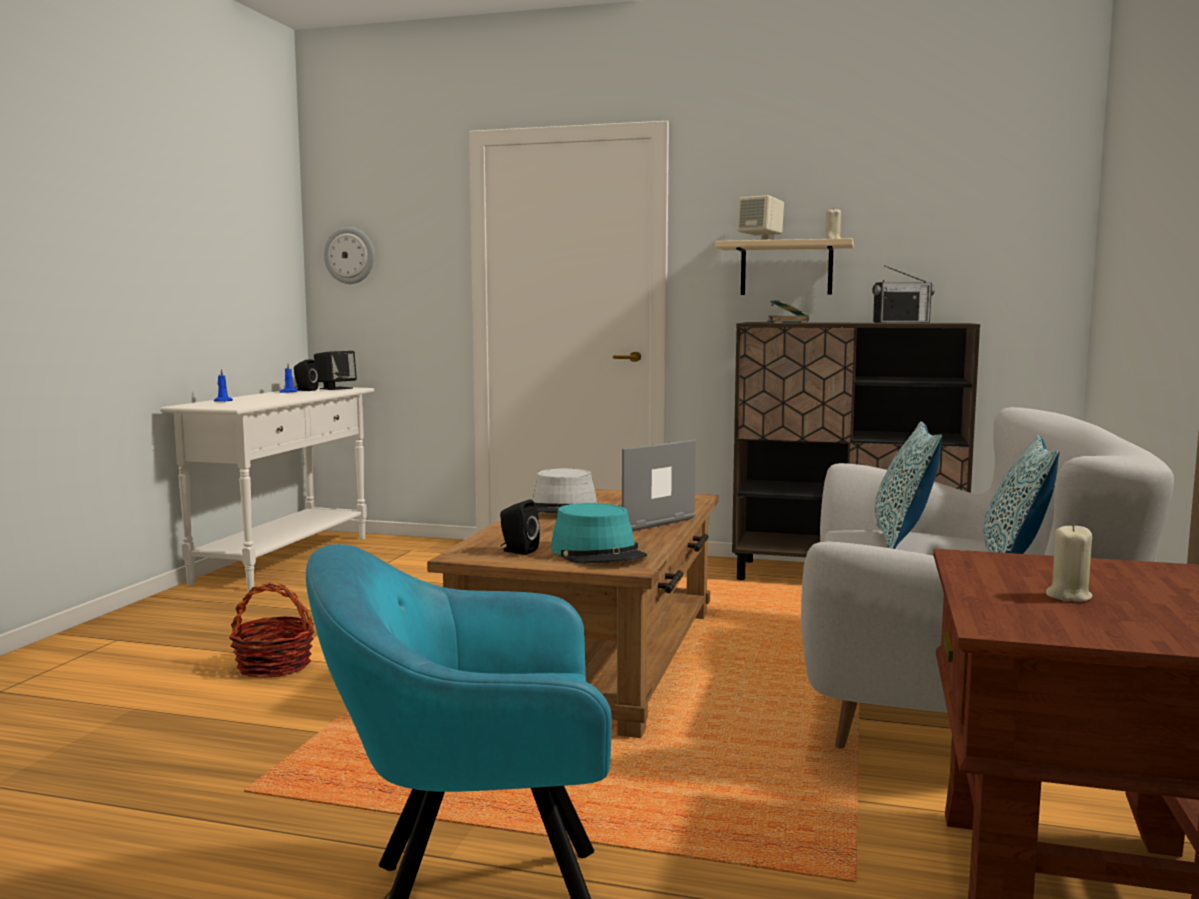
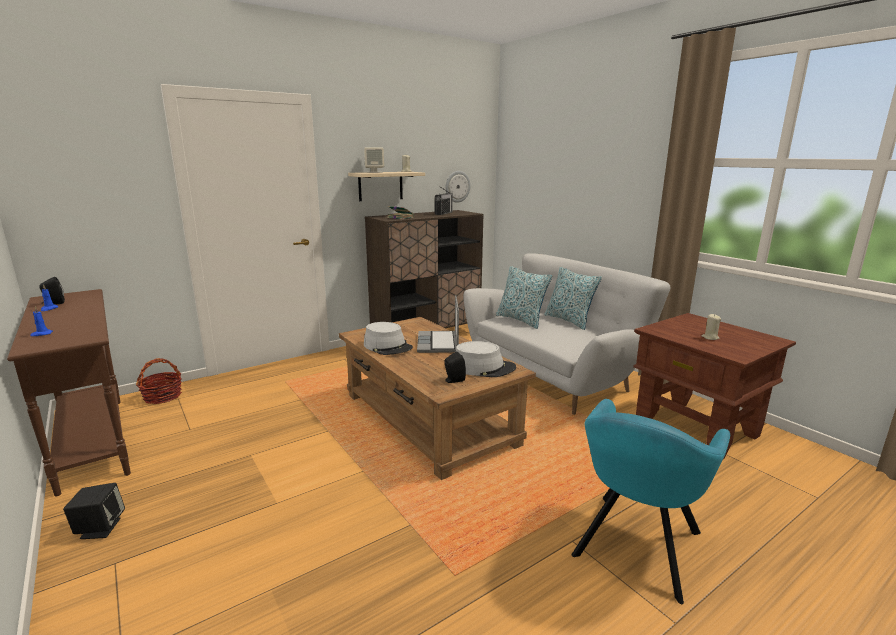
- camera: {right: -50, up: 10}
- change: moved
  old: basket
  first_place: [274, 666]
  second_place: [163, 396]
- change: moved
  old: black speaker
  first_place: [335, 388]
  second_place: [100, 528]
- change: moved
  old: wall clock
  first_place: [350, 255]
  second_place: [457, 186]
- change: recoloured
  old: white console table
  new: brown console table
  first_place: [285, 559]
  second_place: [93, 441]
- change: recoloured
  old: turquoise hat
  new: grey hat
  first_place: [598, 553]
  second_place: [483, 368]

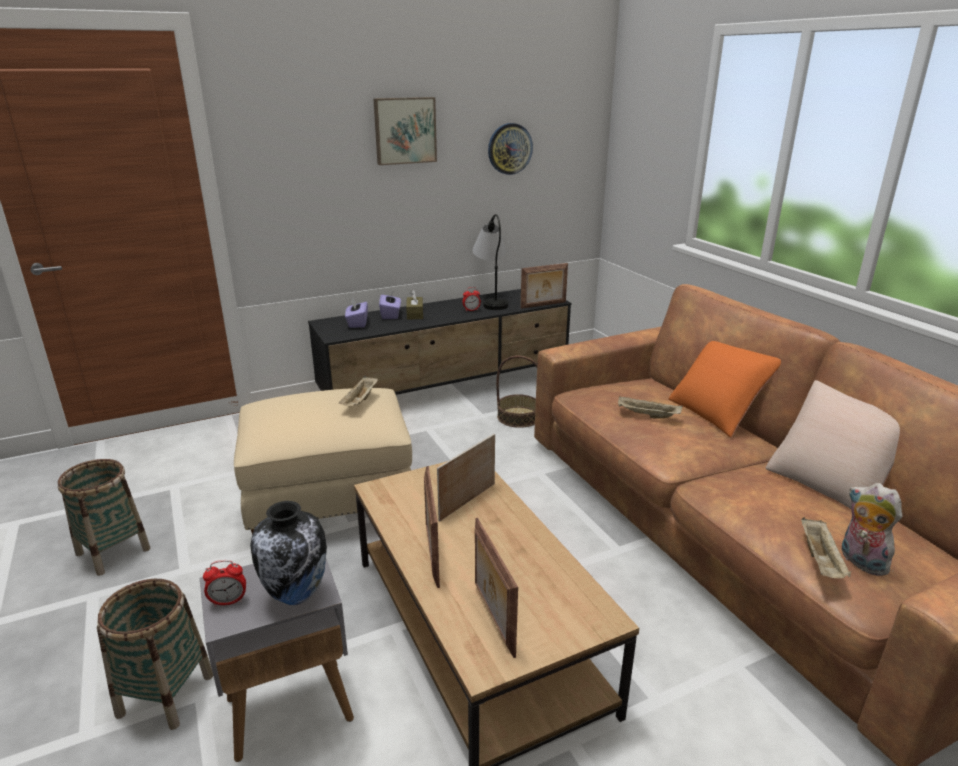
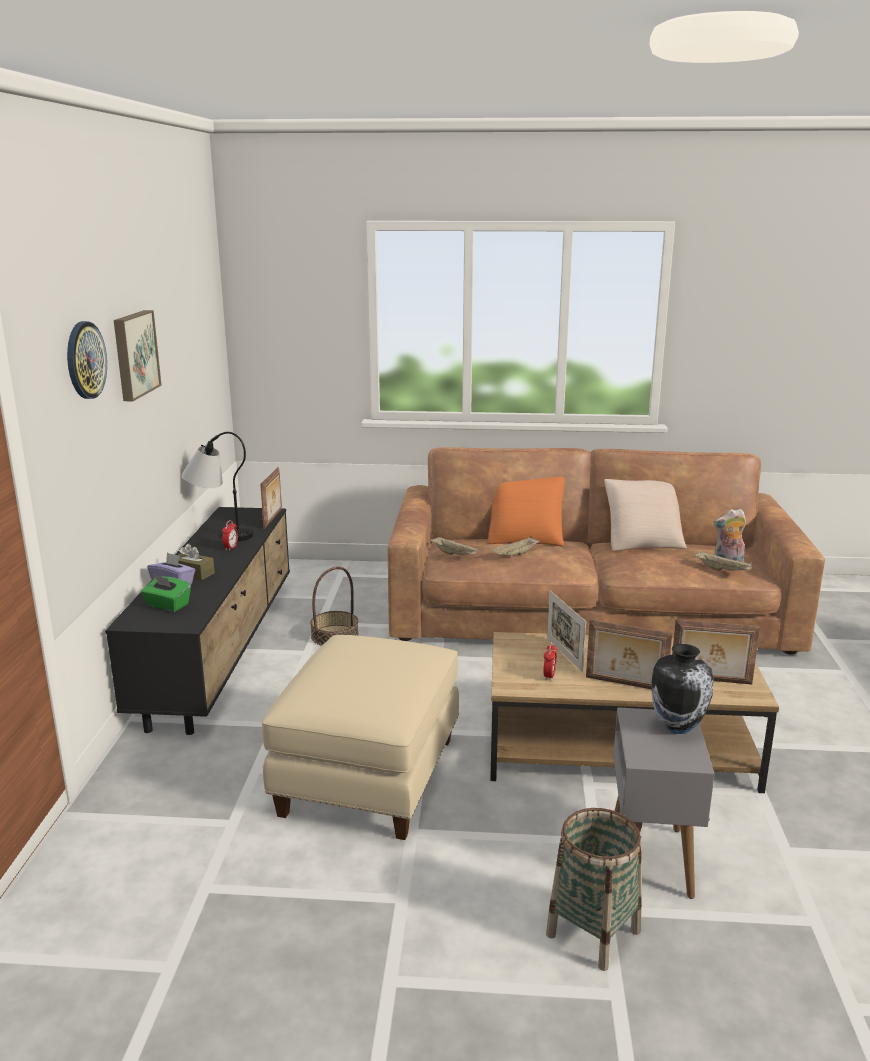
- camera: {right: -60, up: -5}
- change: removed
  old: basket
  first_place: [113, 551]
- change: moved
  old: alarm clock
  first_place: [228, 601]
  second_place: [549, 676]
- change: moved
  old: beige tray
  first_place: [360, 401]
  second_place: [455, 554]
- change: moved
  old: wall clock
  first_place: [509, 149]
  second_place: [85, 360]
- change: recoloured
  old: purple tissue box
  new: green tissue box
  first_place: [357, 323]
  second_place: [167, 605]

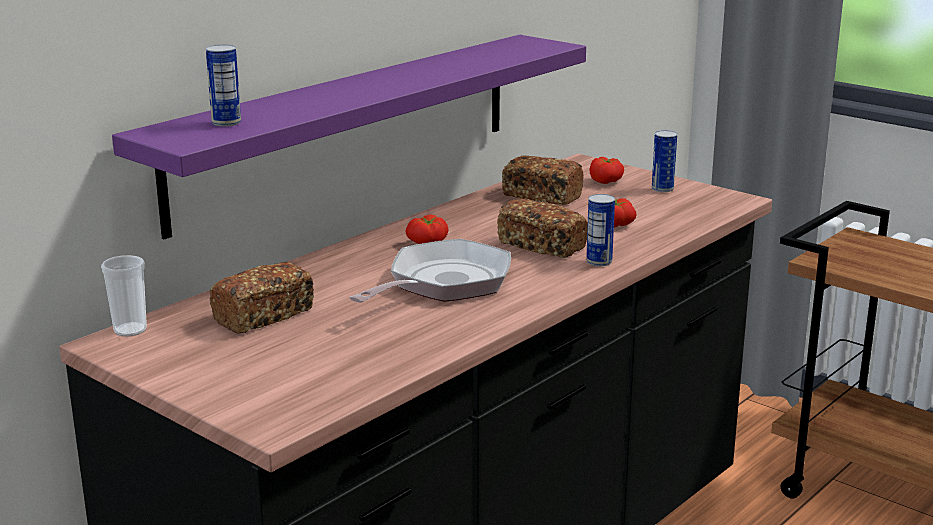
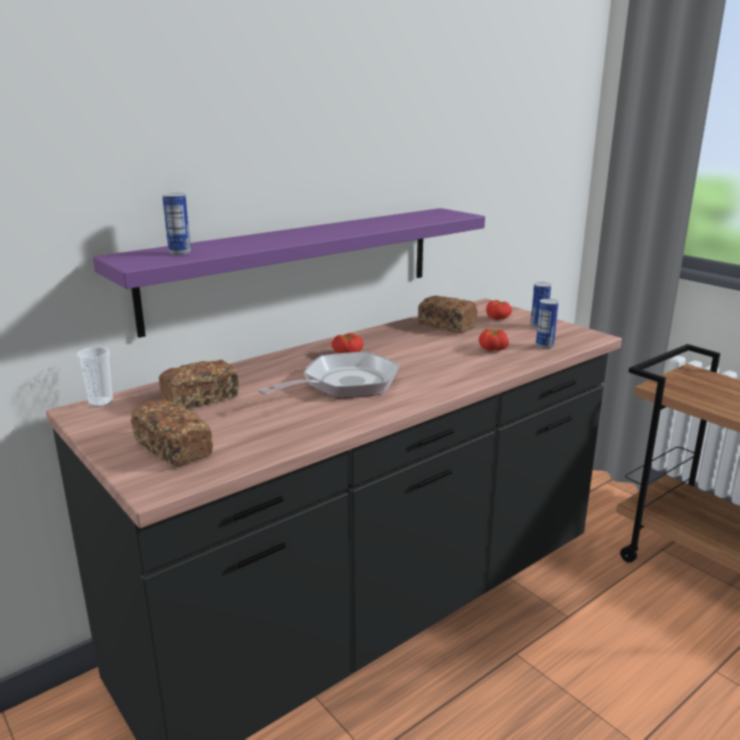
- camera: {right: 10, up: 0}
- change: moved
  old: bread
  first_place: [542, 245]
  second_place: [173, 449]
- change: moved
  old: can
  first_place: [599, 262]
  second_place: [544, 346]

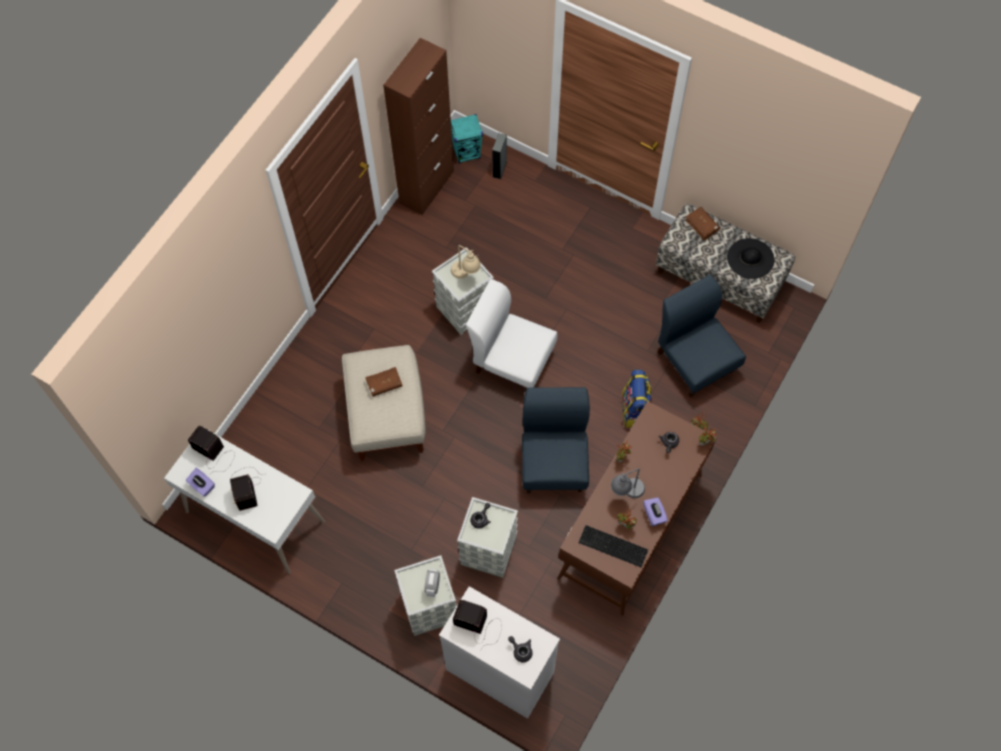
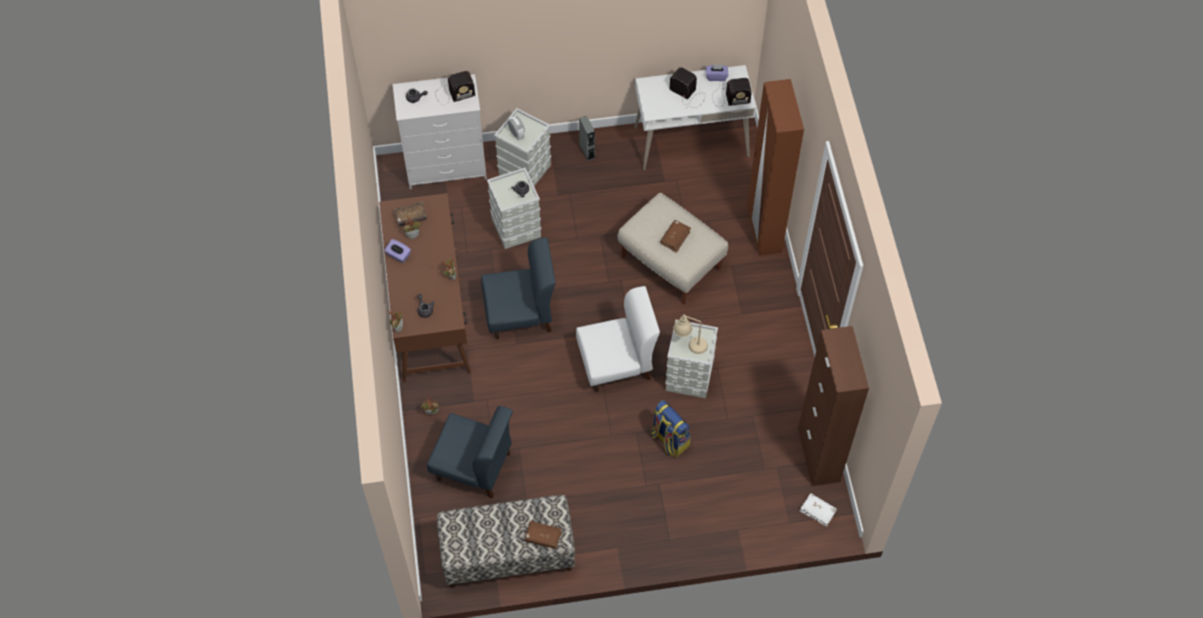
- camera: {right: 140, up: -5}
- change: removed
  old: grey table lamp
  first_place: [626, 493]
- change: removed
  old: black hat
  first_place: [750, 258]
- change: added
  new: brown wardrobe
  second_place: [763, 230]
- change: moved
  old: grey speaker
  first_place: [499, 169]
  second_place: [587, 151]
- change: moved
  old: backpack
  first_place: [635, 410]
  second_place: [669, 439]
- change: replaced
  old: turquoise speaker
  new: white book
  first_place: [467, 153]
  second_place: [818, 511]
- change: replaced
  old: keyboard
  new: brown book
  first_place: [613, 547]
  second_place: [410, 217]
- change: turned
  old: blue chair
  first_place: [554, 463]
  second_place: [520, 314]
  degrees: -60

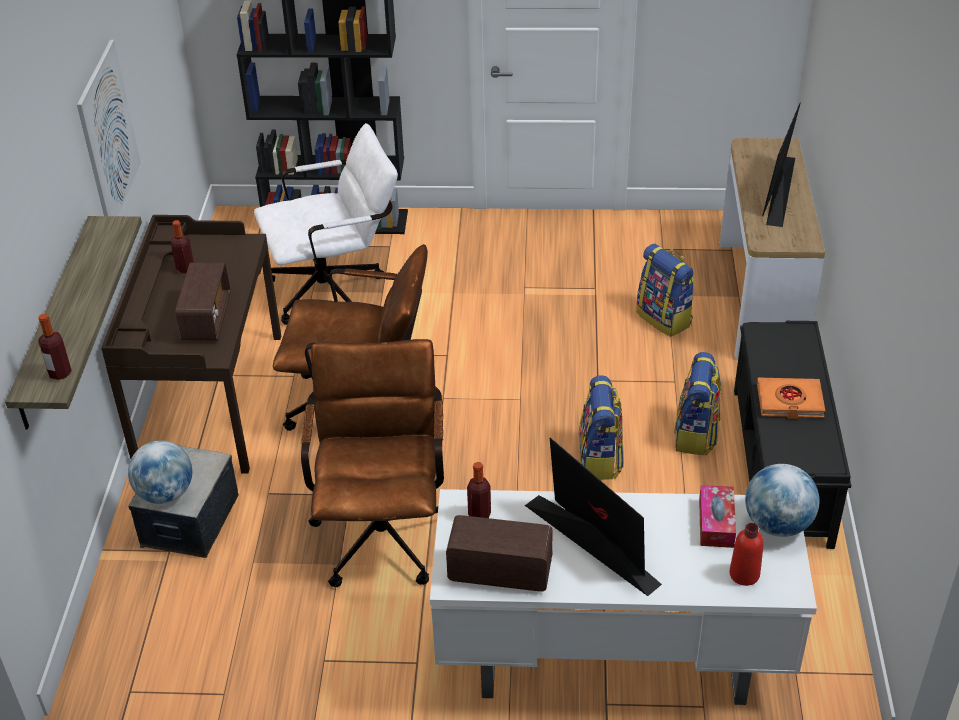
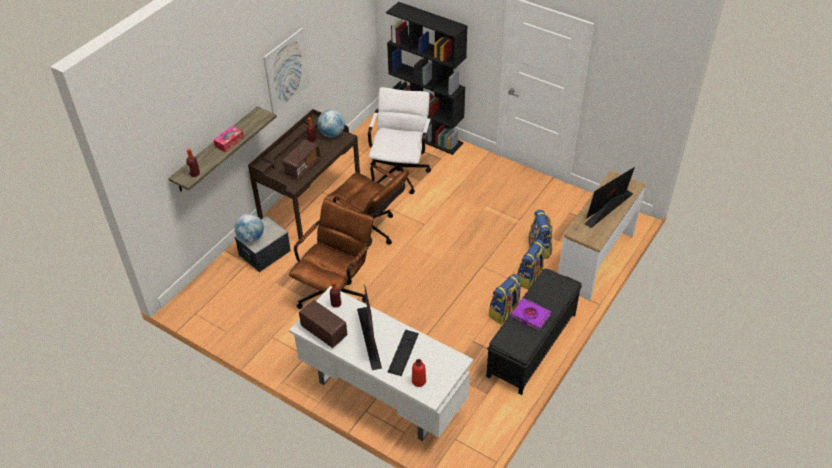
- camera: {right: 30, up: 5}
- change: added
  new: keyboard
  second_place: [403, 352]
- change: moved
  old: backpack
  first_place: [600, 459]
  second_place: [530, 278]
- change: moved
  old: tissue box
  first_place: [716, 523]
  second_place: [229, 142]
- change: moved
  old: globe
  first_place: [777, 524]
  second_place: [332, 134]
- change: recoloured
  old: orange book
  new: purple book
  first_place: [789, 402]
  second_place: [530, 316]
- change: turned
  old: white office chair
  first_place: [335, 289]
  second_place: [400, 171]
  degrees: -90

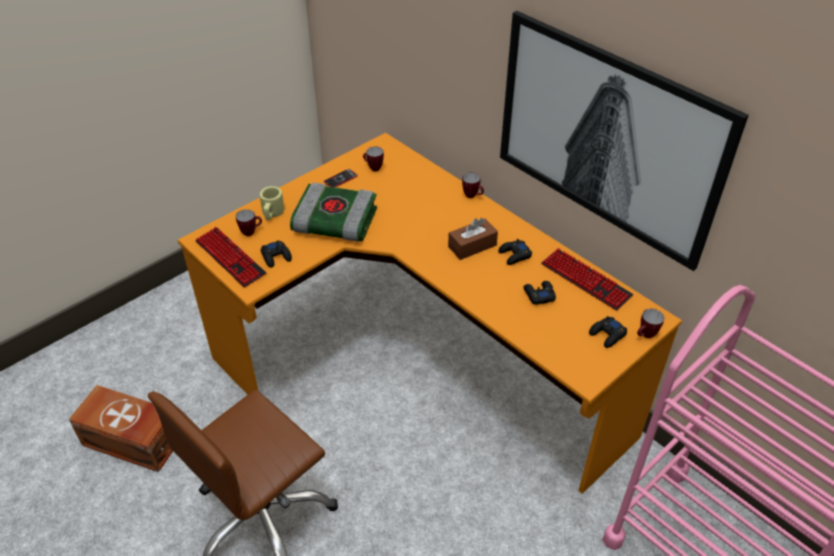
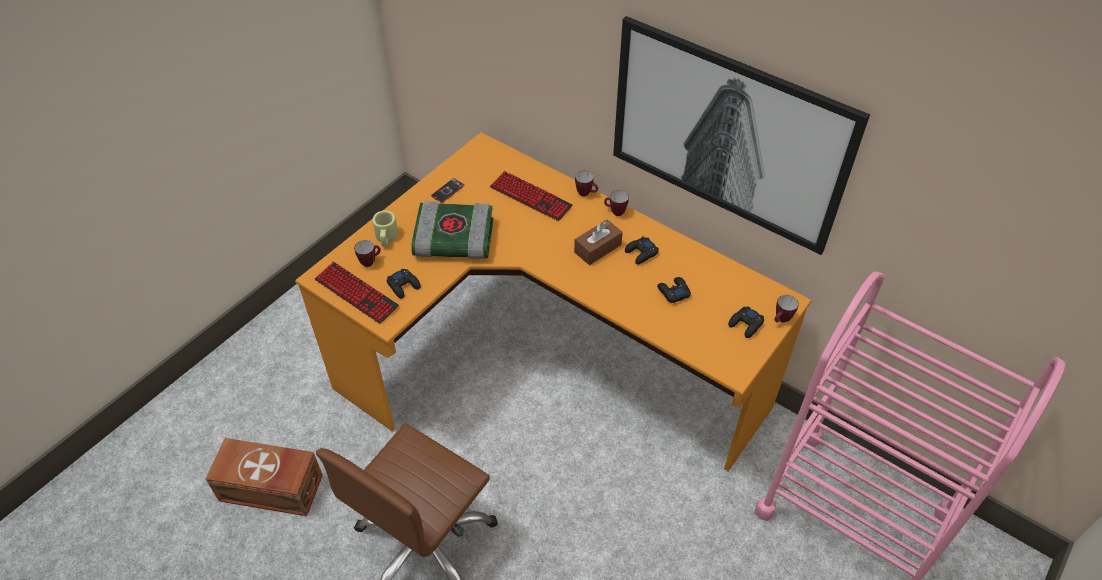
- camera: {right: -10, up: 5}
- change: moved
  old: mug
  first_place: [373, 168]
  second_place: [615, 212]
- change: moved
  old: keyboard
  first_place: [585, 280]
  second_place: [530, 197]

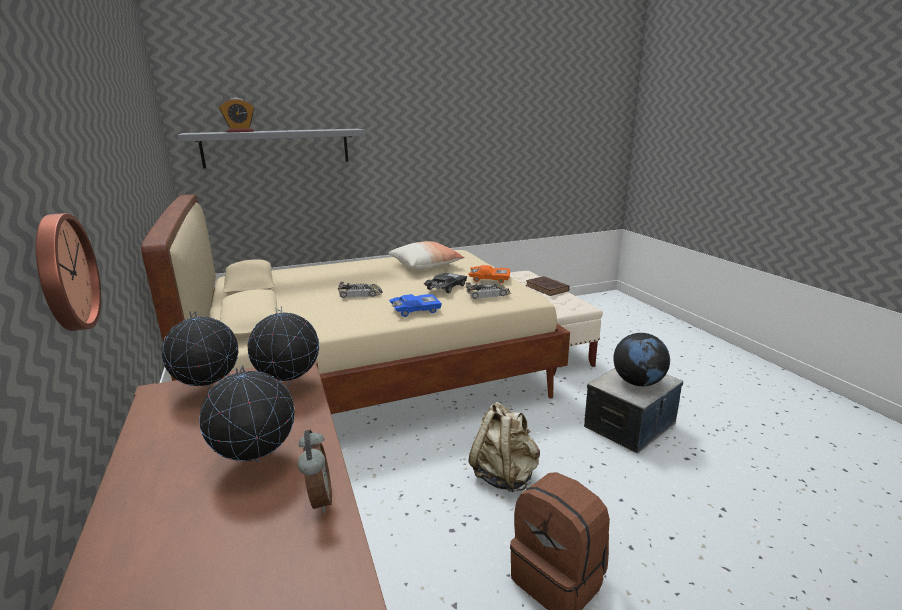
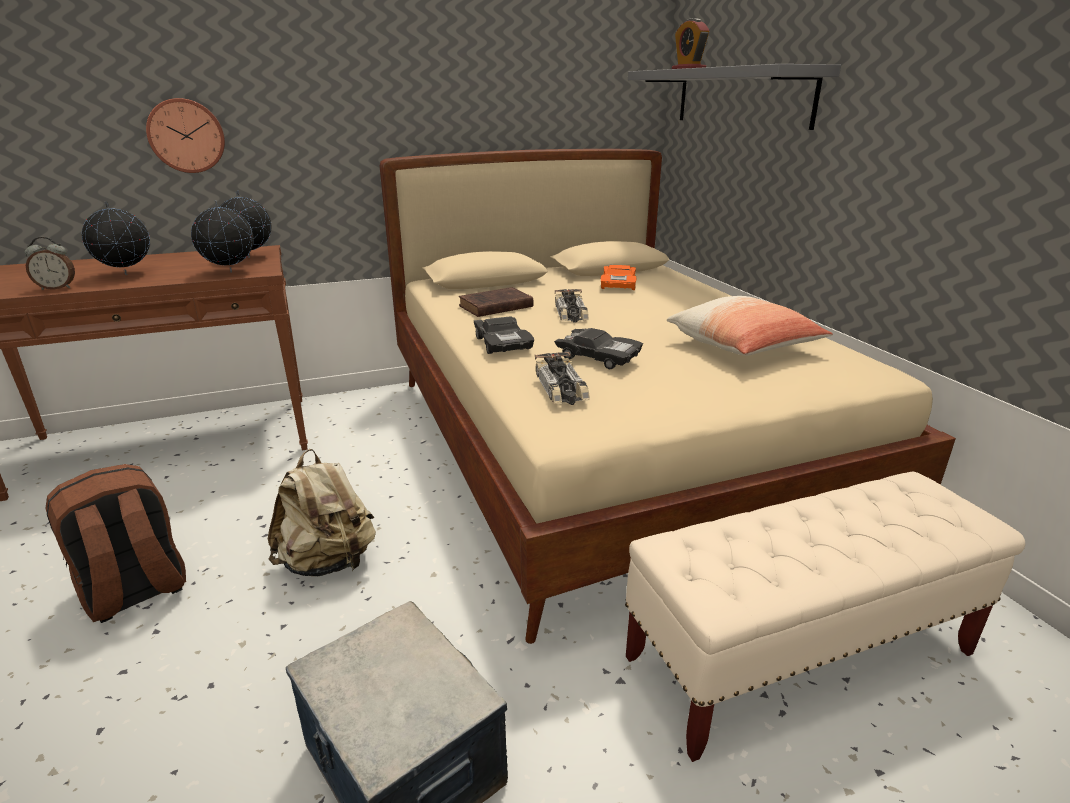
- camera: {right: 90, up: 5}
- change: removed
  old: globe
  first_place: [638, 382]
- change: moved
  old: orange toy car
  first_place: [489, 279]
  second_place: [618, 284]
- change: moved
  old: brown book
  first_place: [547, 289]
  second_place: [494, 307]
- change: recoloured
  old: blue toy car
  new: black toy car
  first_place: [415, 310]
  second_place: [502, 343]

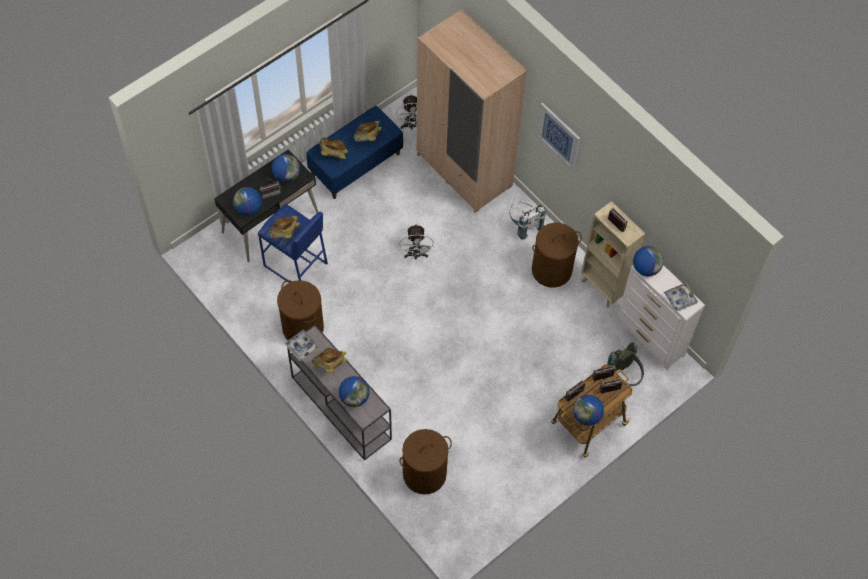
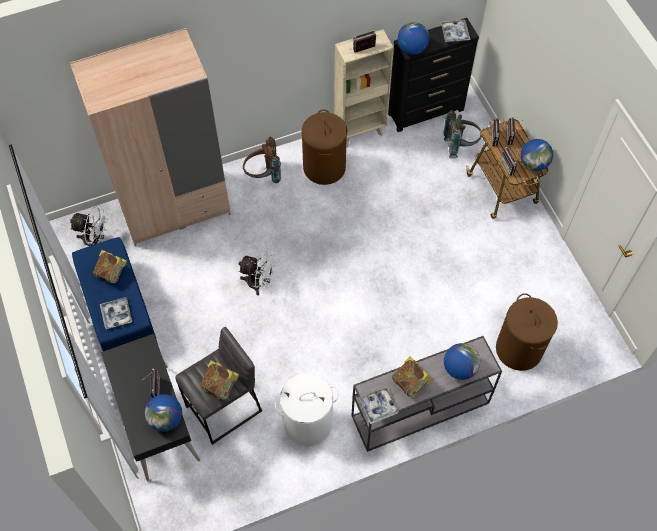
- camera: {right: -70, up: 0}
- change: removed
  old: globe
  first_place: [287, 175]
- change: removed
  old: picture
  first_place: [558, 136]
- change: replaced
  old: book
  new: tray
  first_place: [333, 154]
  second_place: [116, 314]
- change: recoloured
  old: blue stool
  new: grey stool
  first_place: [295, 265]
  second_place: [225, 409]
- change: recoloured
  old: brown laundry basket
  new: white laundry basket
  first_place: [302, 327]
  second_place: [308, 423]
- change: recoloured
  old: white backpack
  new: brown backpack
  first_place: [524, 225]
  second_place: [263, 175]
- change: recoloured
  old: white dresser
  new: black dresser
  first_place: [650, 338]
  second_place: [426, 112]

